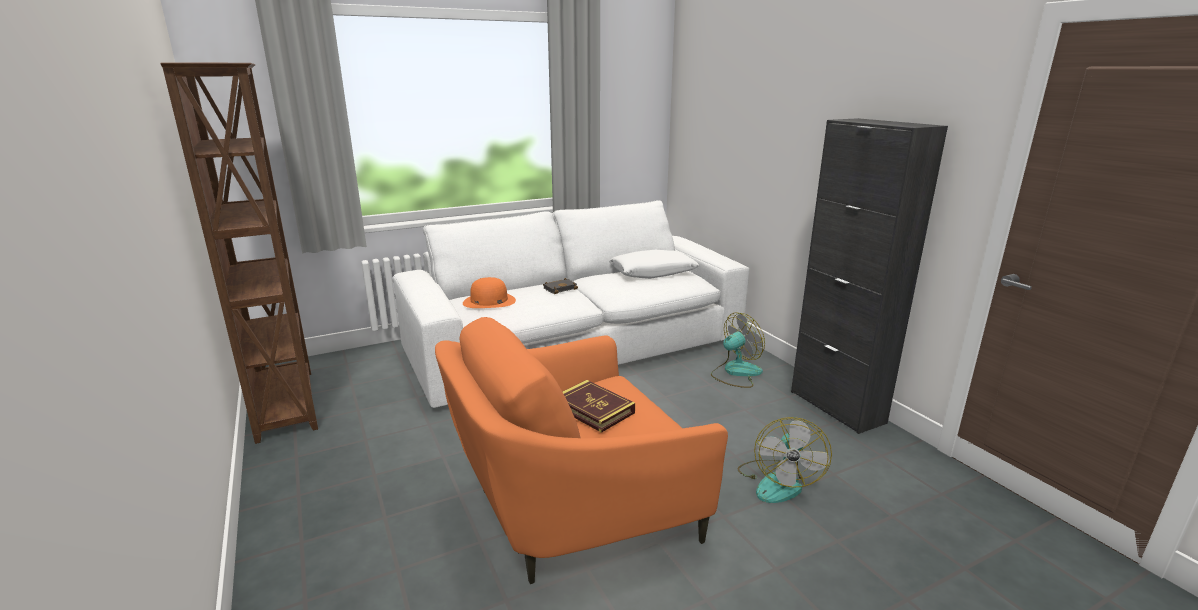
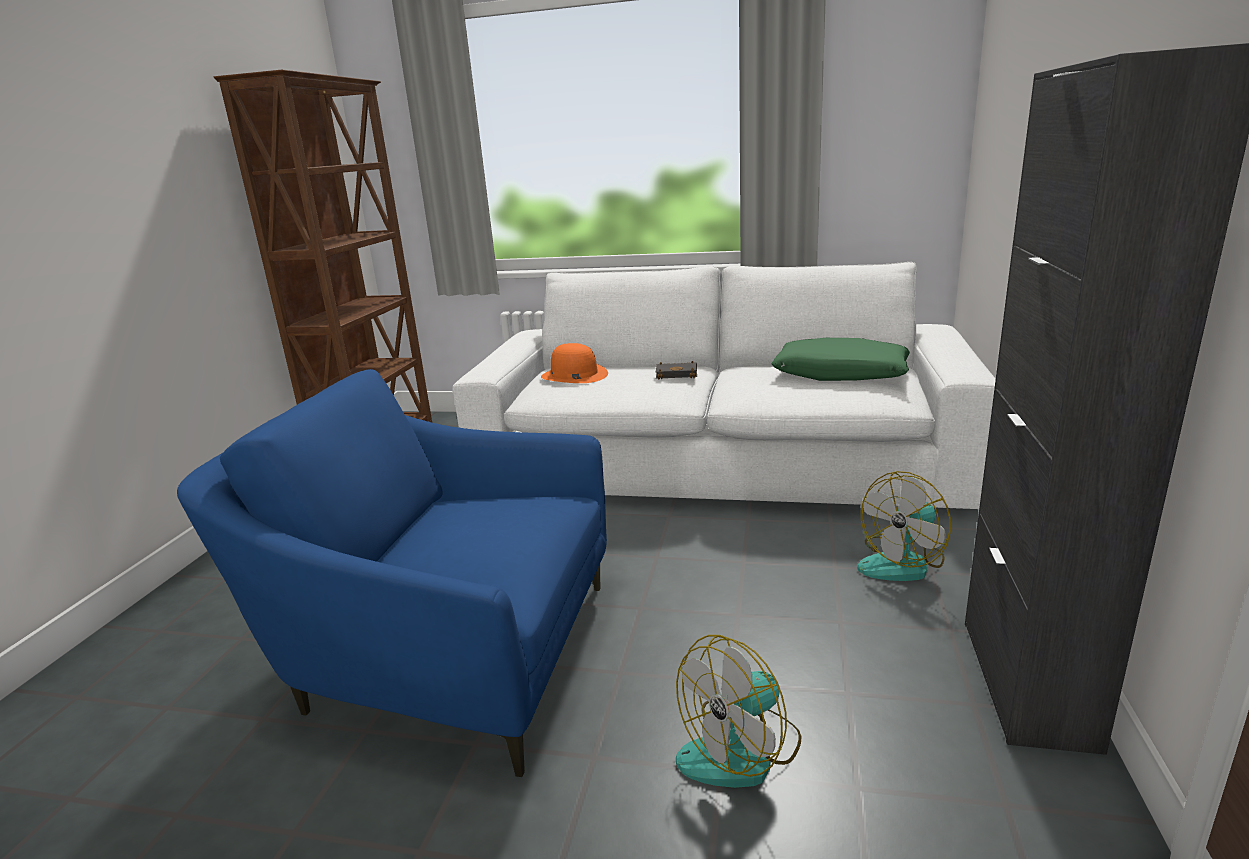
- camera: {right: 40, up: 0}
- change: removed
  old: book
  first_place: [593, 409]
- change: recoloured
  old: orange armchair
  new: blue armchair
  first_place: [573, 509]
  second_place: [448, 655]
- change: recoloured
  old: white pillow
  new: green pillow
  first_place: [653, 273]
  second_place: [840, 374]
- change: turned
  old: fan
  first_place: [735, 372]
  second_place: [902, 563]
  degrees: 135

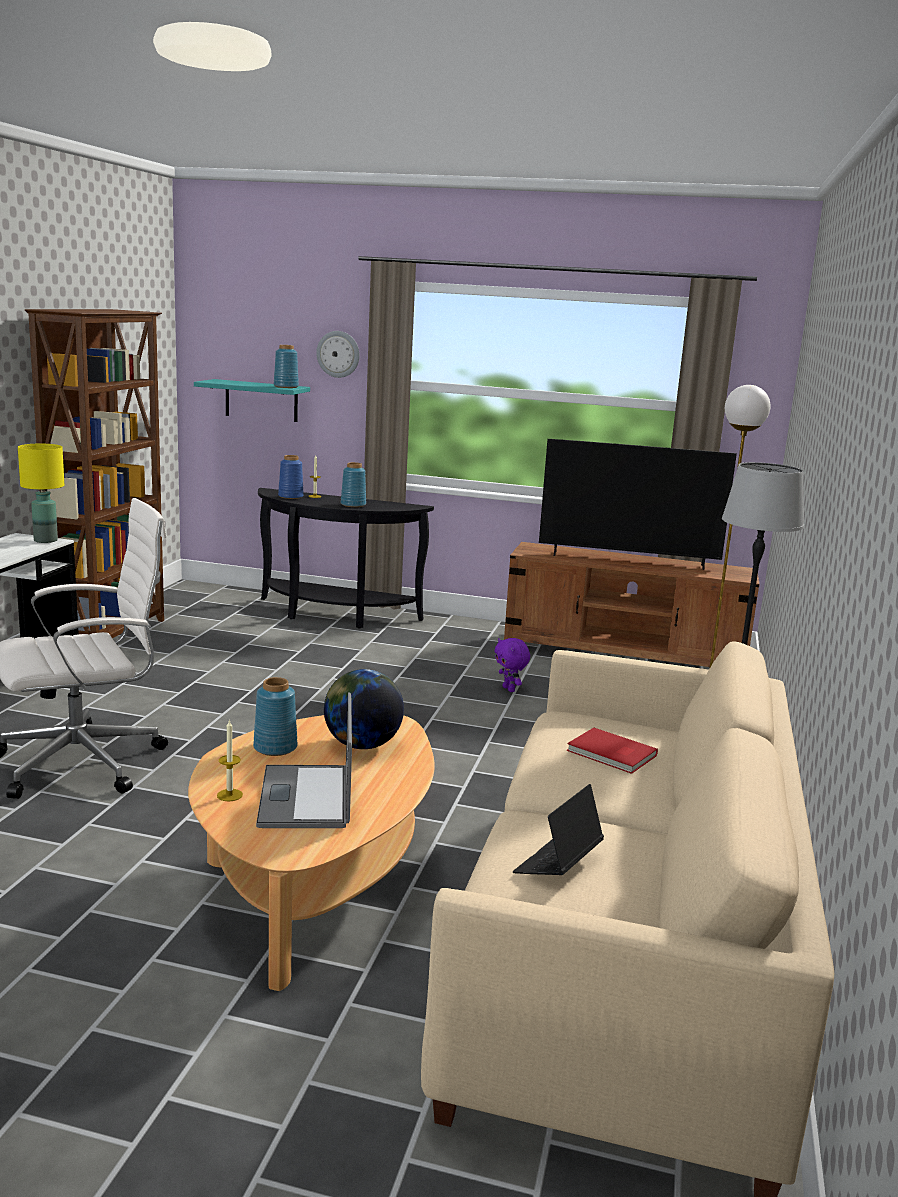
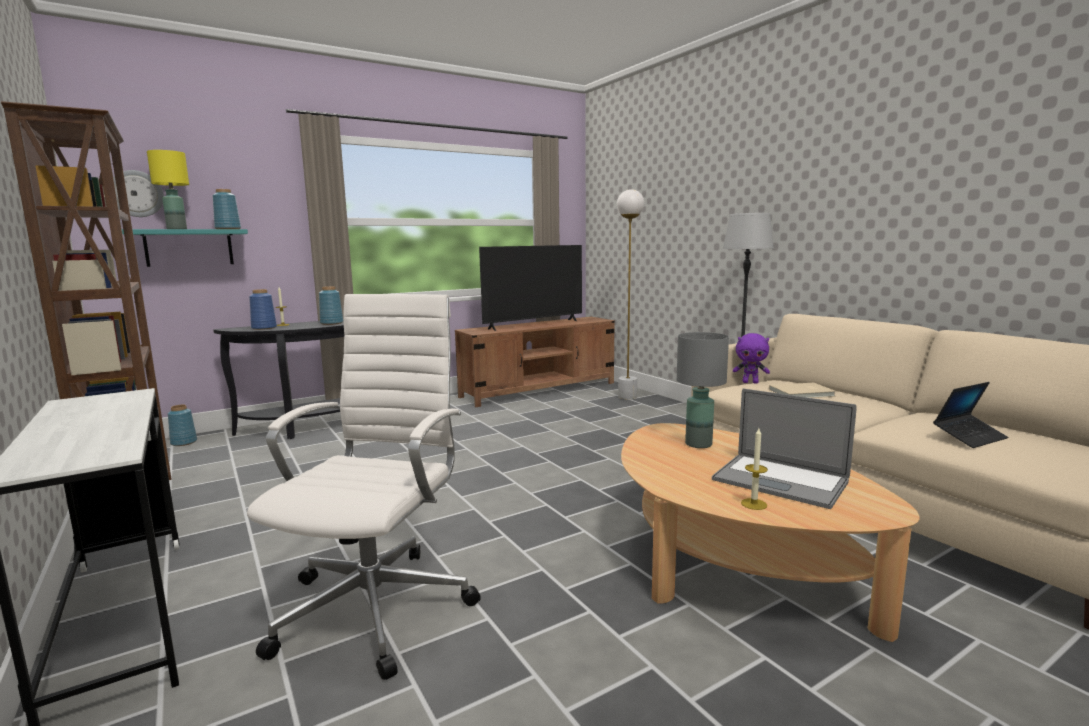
- camera: {right: -45, up: -5}
- change: moved
  old: yellow table lamp
  first_place: [45, 540]
  second_place: [176, 229]
- change: moved
  old: blue vase
  first_place: [274, 748]
  second_place: [183, 443]
- change: moved
  old: wall clock
  first_place: [338, 354]
  second_place: [136, 193]
- change: moved
  old: purple plush toy
  first_place: [509, 689]
  second_place: [750, 382]
- change: replaced
  old: globe
  new: grey table lamp
  first_place: [362, 745]
  second_place: [698, 444]
- change: recoloured
  old: red book
  new: beige book
  first_place: [611, 754]
  second_place: [803, 393]
- change: turned
  old: laptop
  first_place: [558, 864]
  second_place: [969, 437]
  degrees: -105

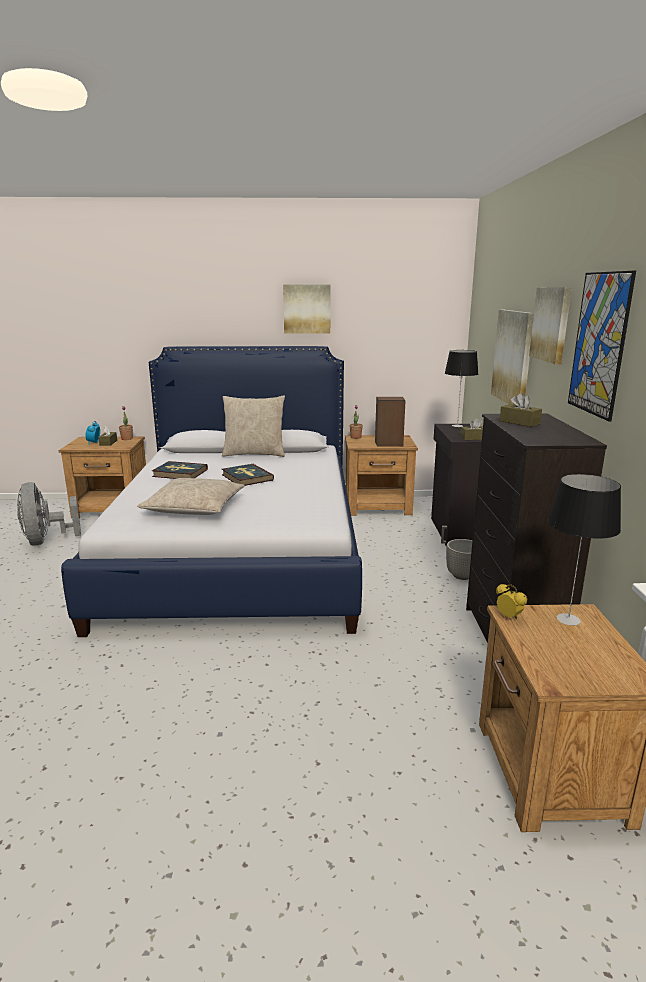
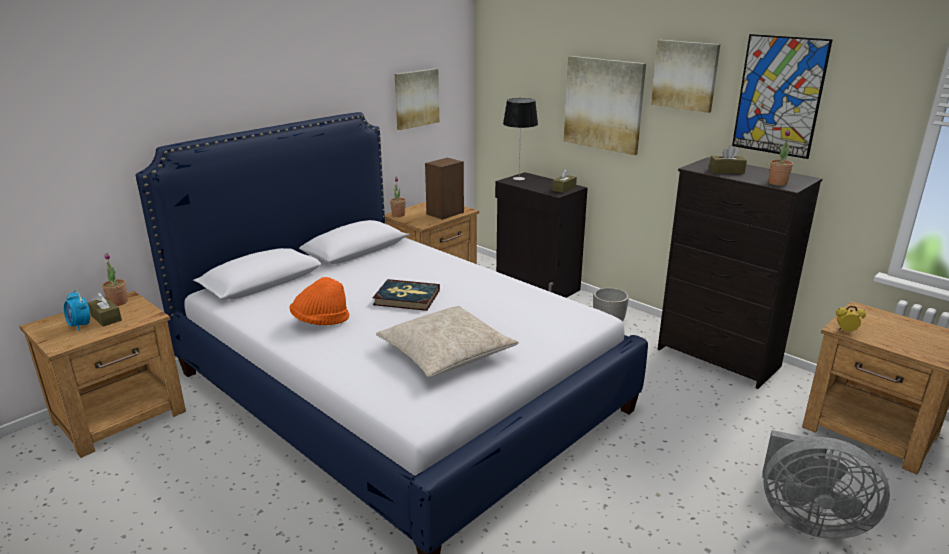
- camera: {right: -45, up: 5}
- change: removed
  old: beige pillow
  first_place: [254, 454]
- change: removed
  old: table lamp
  first_place: [567, 619]
- change: added
  new: potted plant
  second_place: [777, 183]
- change: moved
  old: grey fan
  first_place: [47, 540]
  second_place: [808, 520]
- change: moved
  old: picture
  first_place: [307, 309]
  second_place: [416, 98]
- change: replaced
  old: book
  new: orange hat
  first_place: [180, 473]
  second_place: [320, 321]

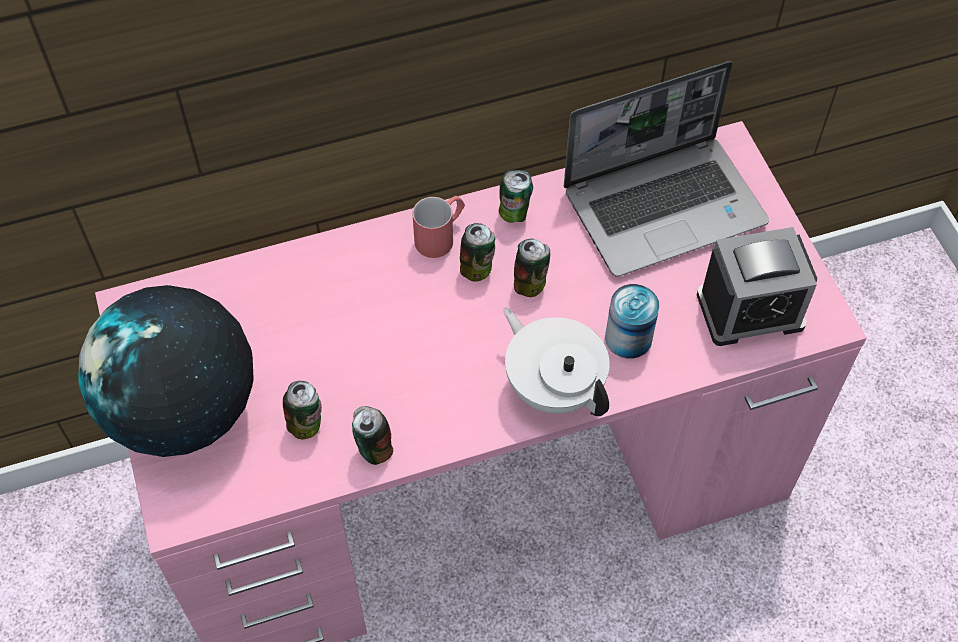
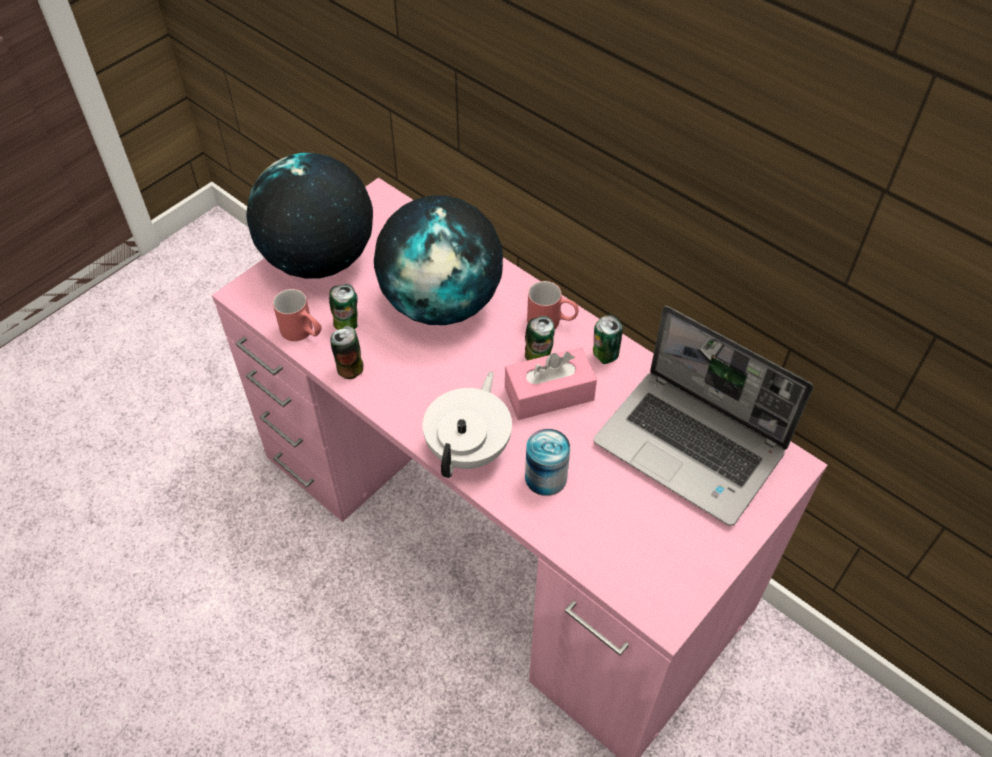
- camera: {right: 60, up: -5}
- change: removed
  old: alarm clock
  first_place: [750, 310]
- change: added
  new: red mug
  second_place: [303, 333]
- change: added
  new: globe
  second_place: [442, 303]
- change: replaced
  old: can
  new: pink tissue box
  first_place: [530, 284]
  second_place: [549, 394]

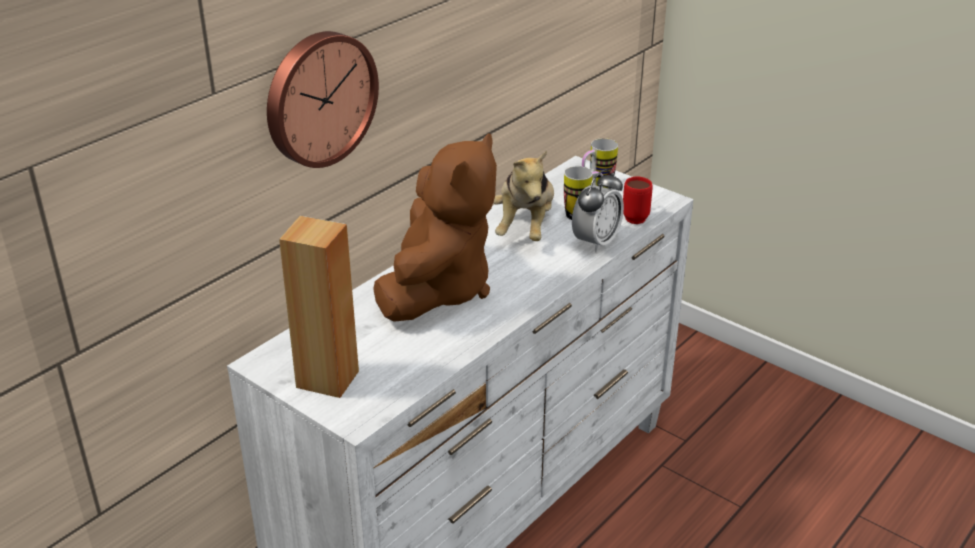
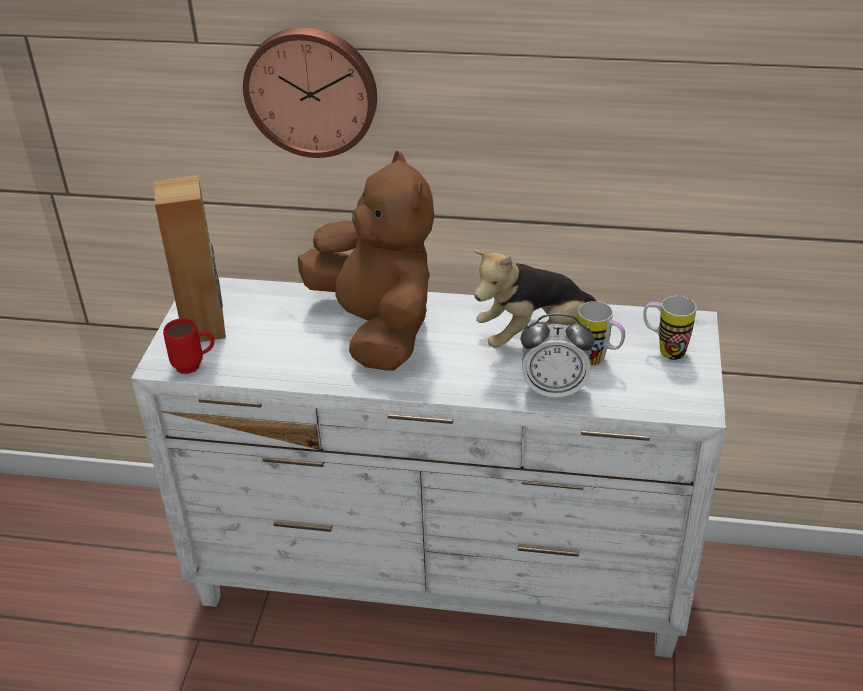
- camera: {right: 60, up: 5}
- change: moved
  old: red mug
  first_place: [637, 216]
  second_place: [195, 366]
- change: turned
  old: brown plush toy
  first_place: [437, 289]
  second_place: [377, 328]
  degrees: -105

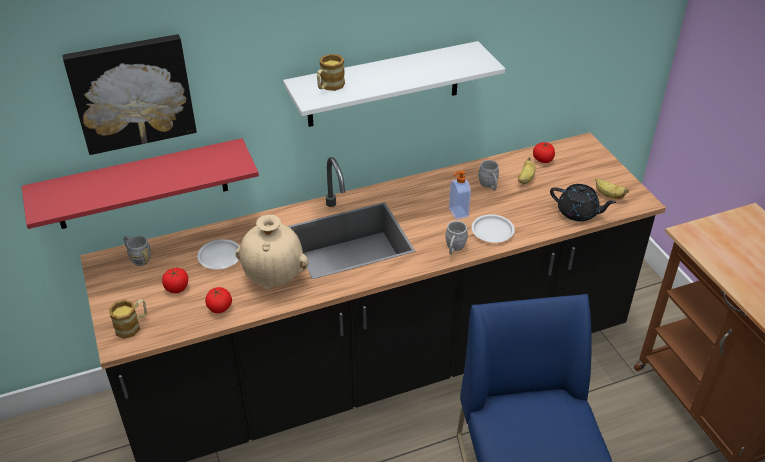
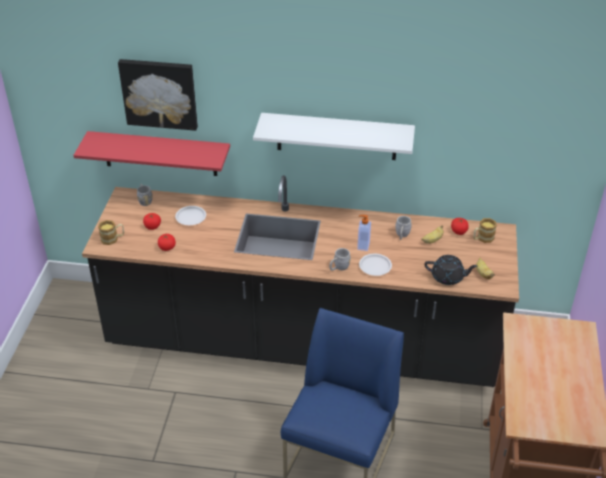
- camera: {right: 30, up: 0}
- change: removed
  old: beige vase
  first_place: [274, 279]
- change: moved
  old: mug
  first_place: [329, 86]
  second_place: [482, 238]
- change: turned
  old: black teapot
  first_place: [578, 213]
  second_place: [448, 277]
  degrees: -45

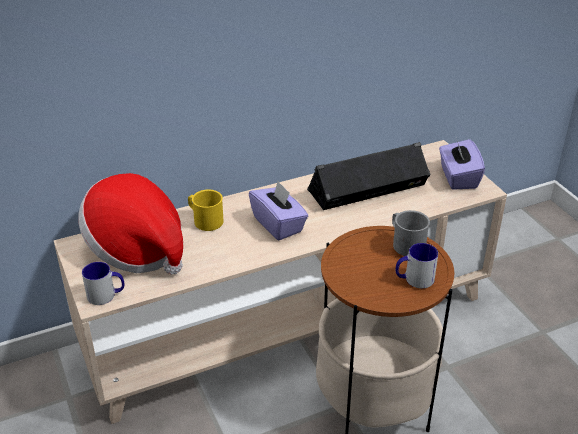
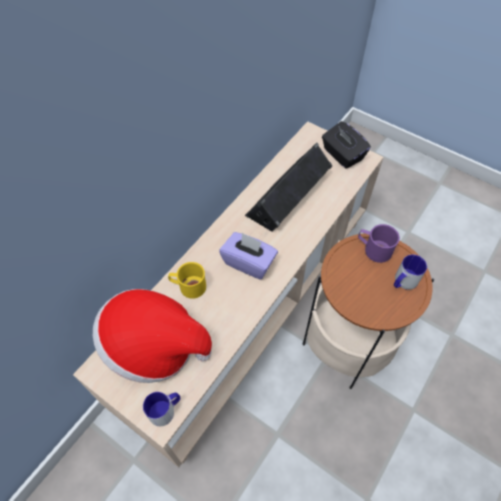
- camera: {right: -30, up: 20}
- change: recoloured
  old: grey mug
  new: purple mug
  first_place: [405, 243]
  second_place: [373, 249]
- change: recoloured
  old: purple tissue box
  new: black tissue box
  first_place: [458, 177]
  second_place: [342, 155]

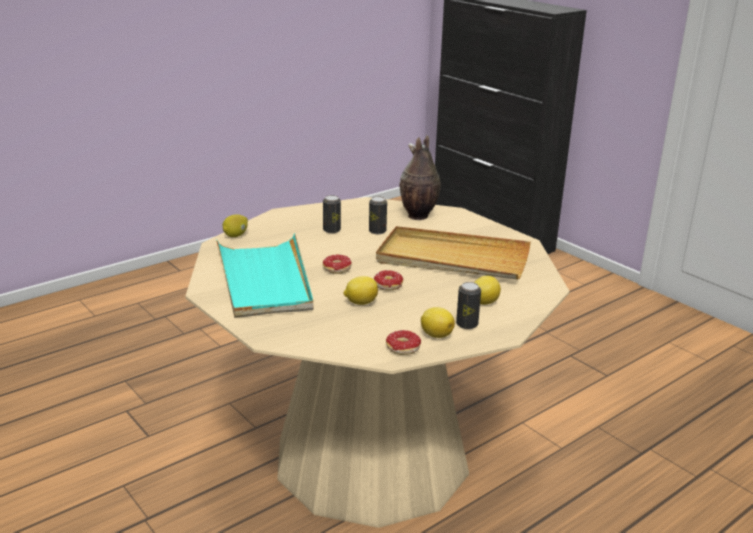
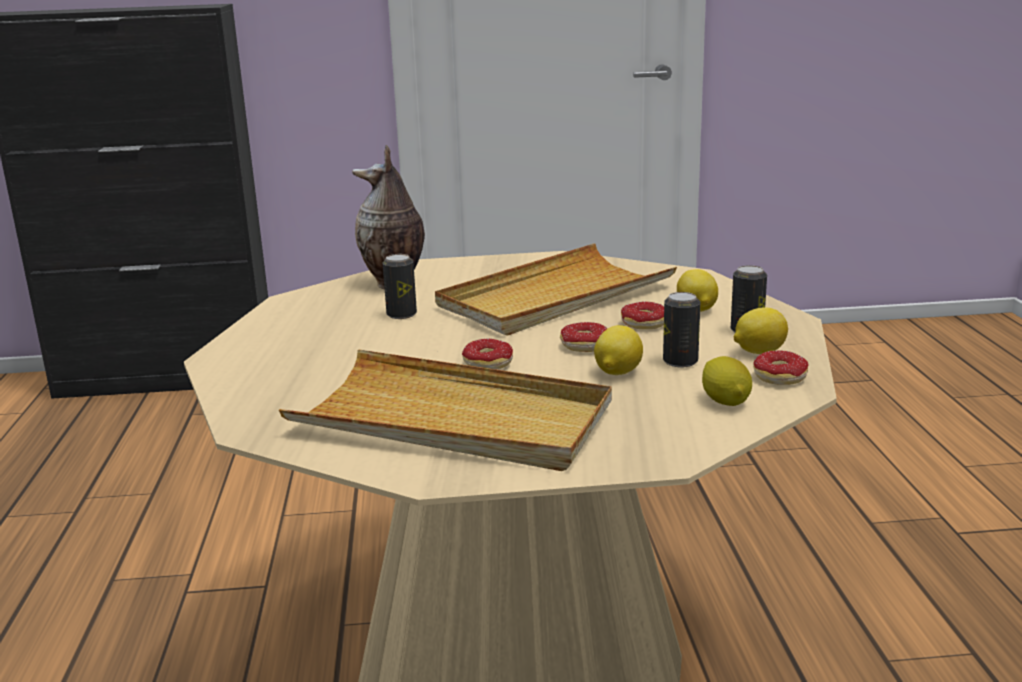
- camera: {right: -55, up: -5}
- change: added
  new: donut
  second_place: [641, 327]
- change: moved
  old: lemon
  first_place: [236, 235]
  second_place: [725, 401]
- change: moved
  old: can
  first_place: [331, 230]
  second_place: [680, 362]
- change: recoloured
  old: turquoise tray
  new: beige tray
  first_place: [264, 280]
  second_place: [453, 420]

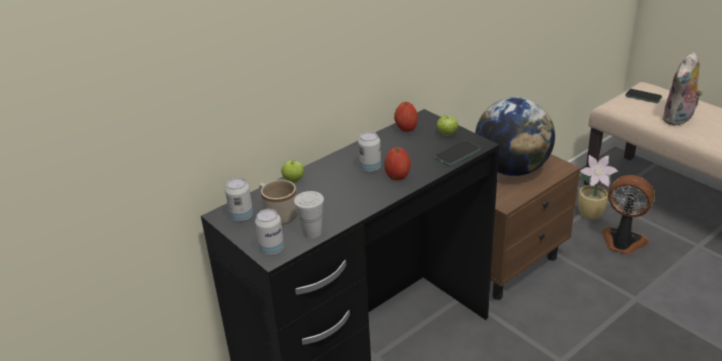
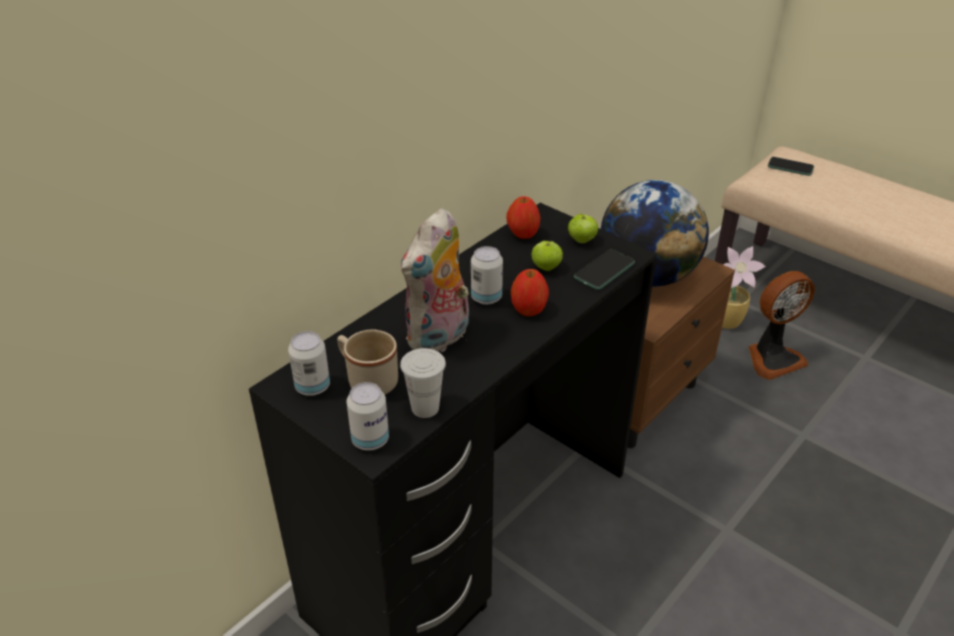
- camera: {right: -10, up: 5}
- change: moved
  old: apple
  first_place: [294, 180]
  second_place: [546, 267]
- change: moved
  old: plush toy
  first_place: [679, 119]
  second_place: [439, 338]
- change: turned
  old: fan
  first_place: [622, 242]
  second_place: [772, 358]
  degrees: 135

